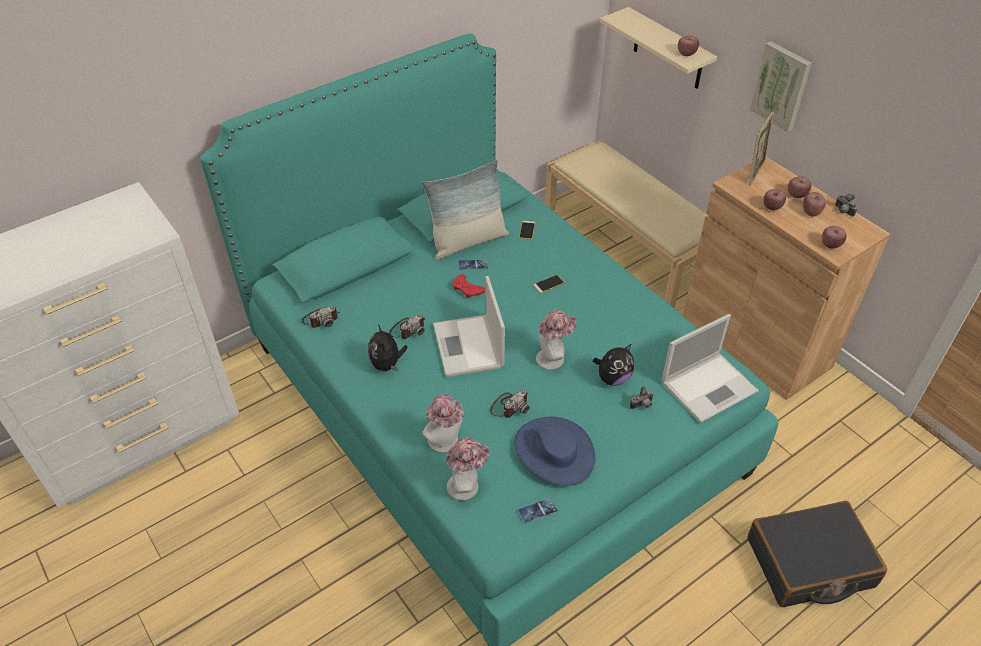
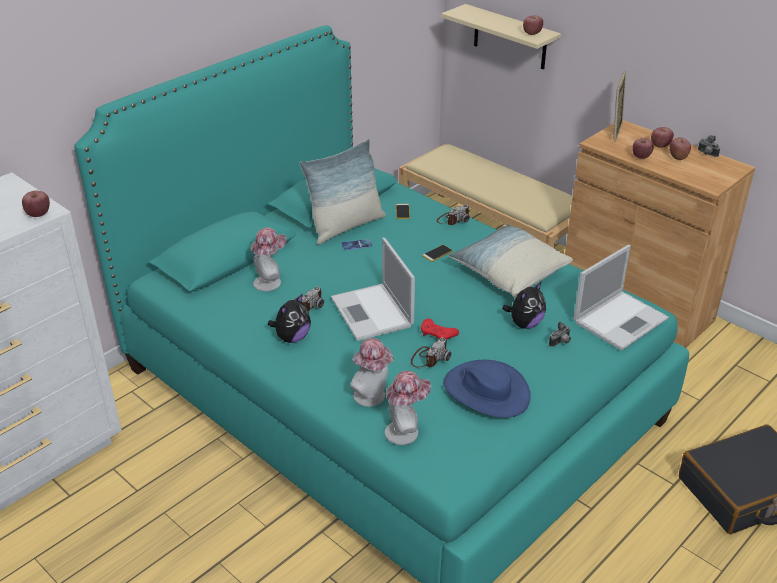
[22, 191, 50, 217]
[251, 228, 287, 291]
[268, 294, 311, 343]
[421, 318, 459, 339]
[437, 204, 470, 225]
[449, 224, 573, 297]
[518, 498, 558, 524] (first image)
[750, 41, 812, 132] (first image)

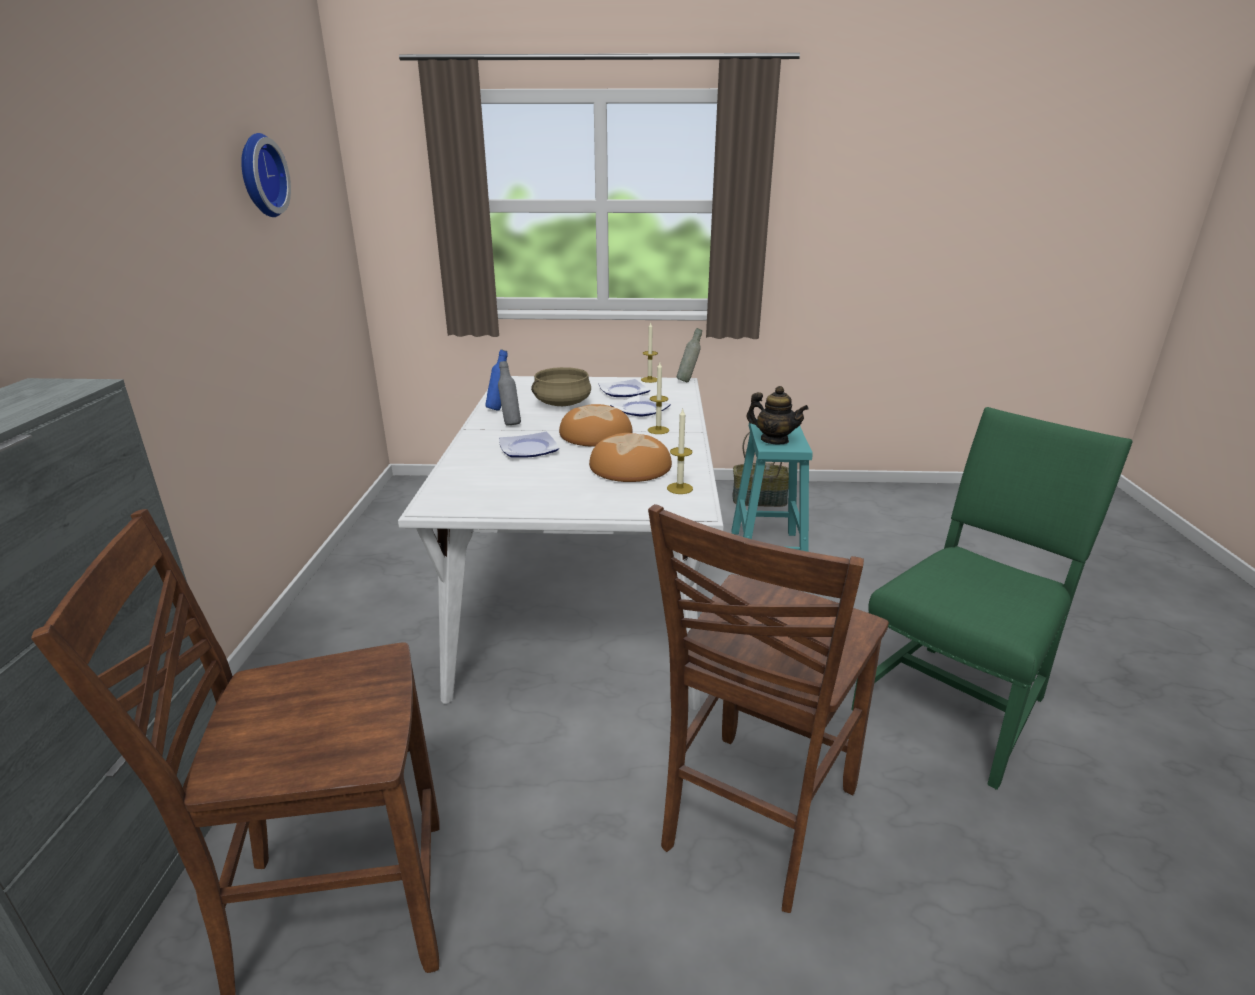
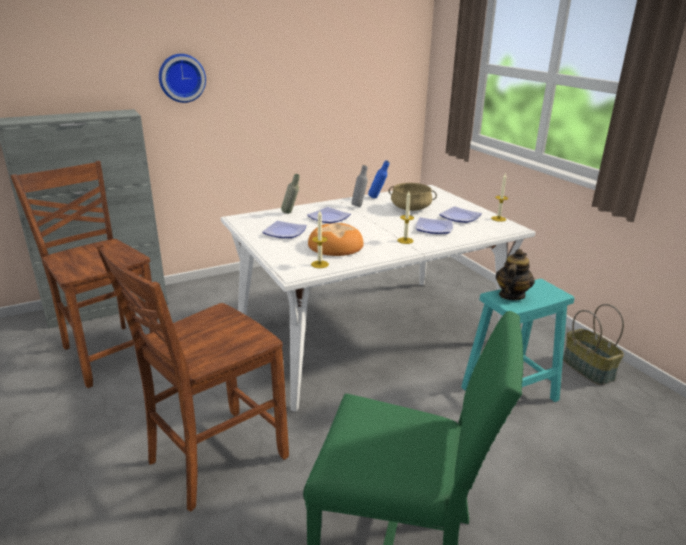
[96, 243, 289, 512]
[159, 54, 206, 103]
[262, 221, 307, 238]
[281, 174, 300, 214]
[496, 249, 535, 300]
[559, 404, 633, 447] (first image)

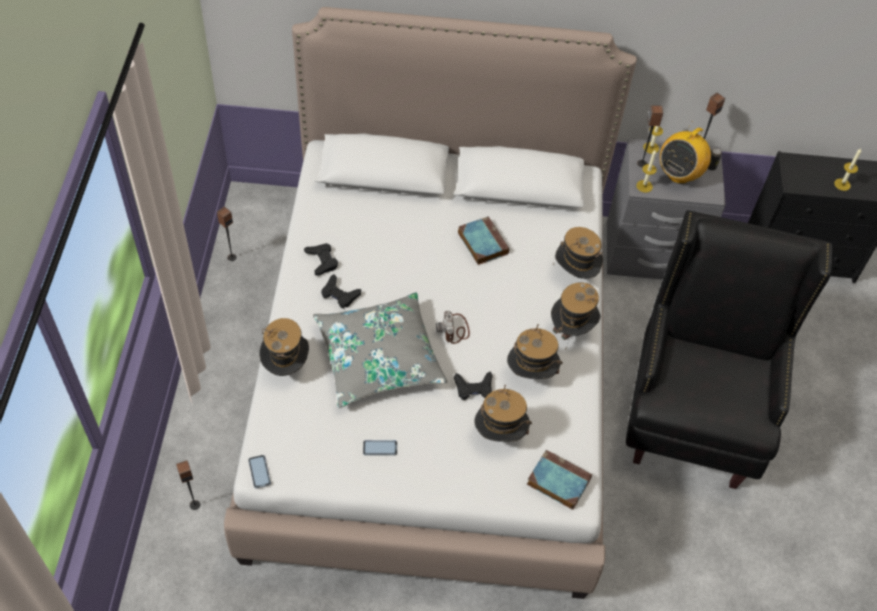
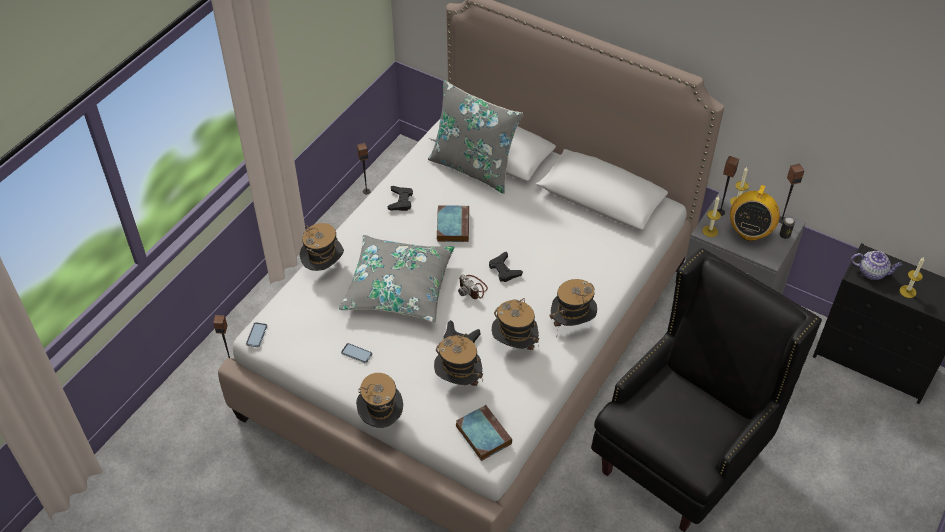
[356, 373, 403, 428]
[428, 80, 524, 194]
[437, 205, 469, 242]
[458, 275, 488, 299]
[489, 252, 523, 282]
[730, 184, 780, 241]
[851, 251, 902, 280]

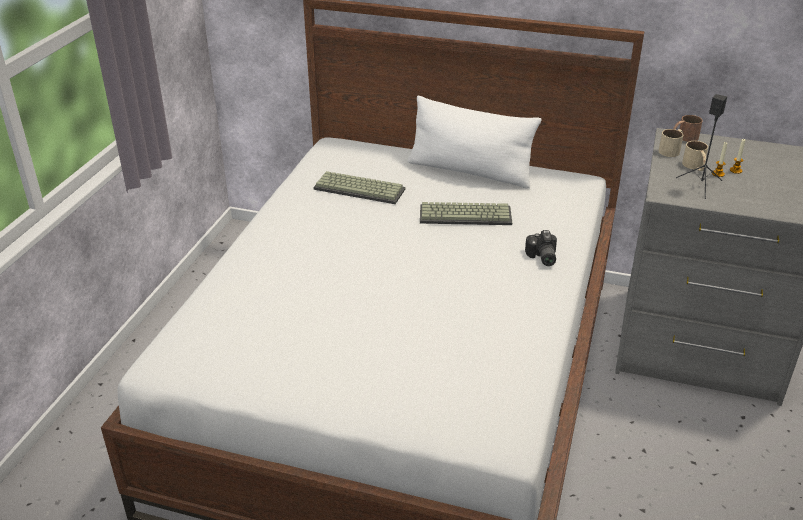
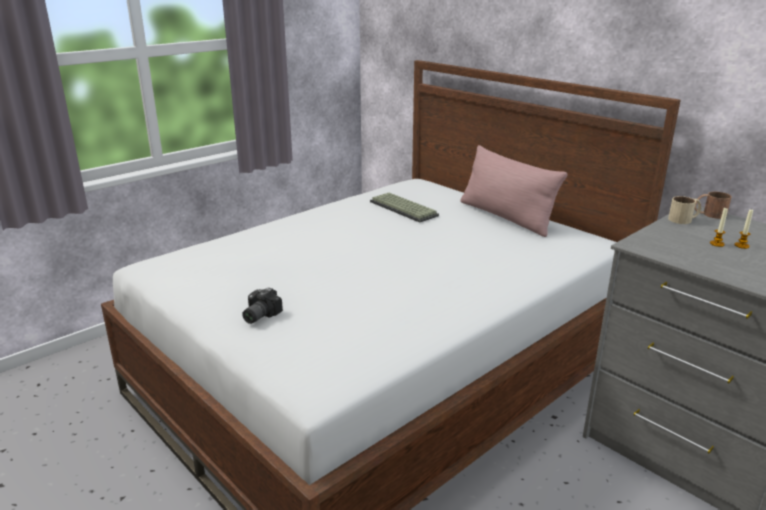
[242, 288, 283, 324]
[460, 145, 568, 237]
[420, 202, 512, 225] (first image)
[676, 94, 727, 199] (first image)
[682, 141, 708, 171] (first image)

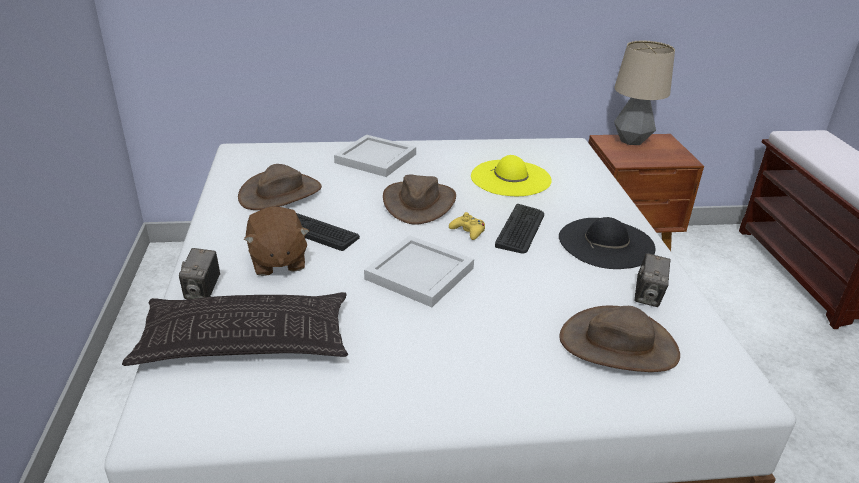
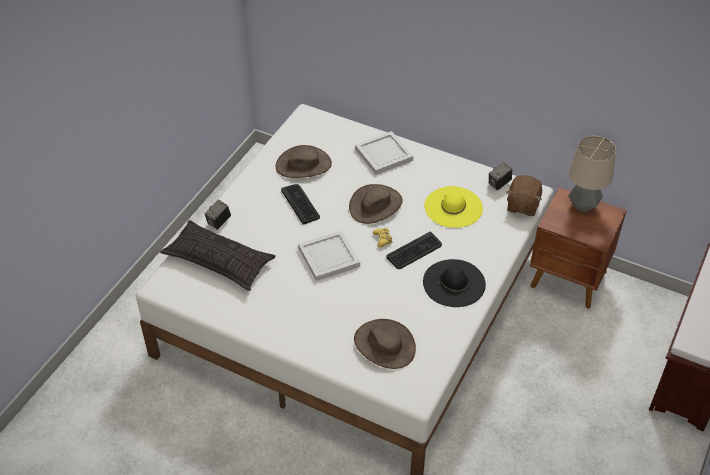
[489, 162, 512, 191]
[506, 175, 542, 216]

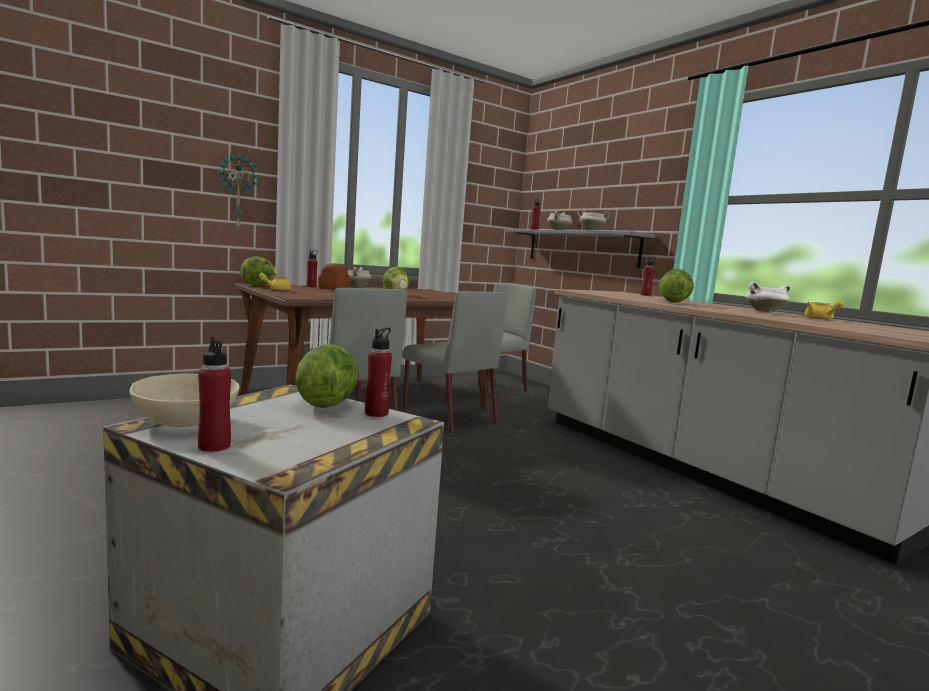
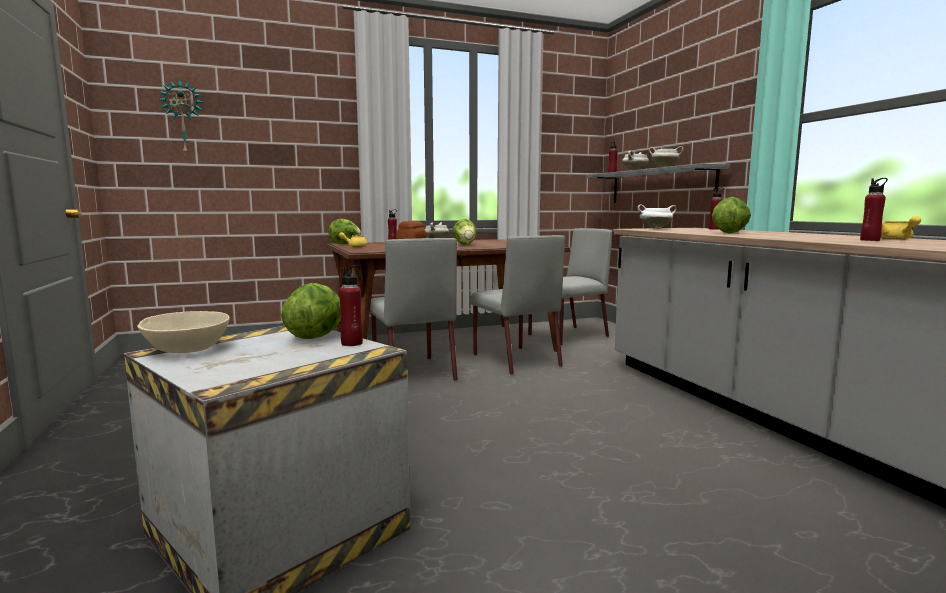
[158, 79, 203, 154]
[637, 204, 676, 229]
[860, 178, 888, 241]

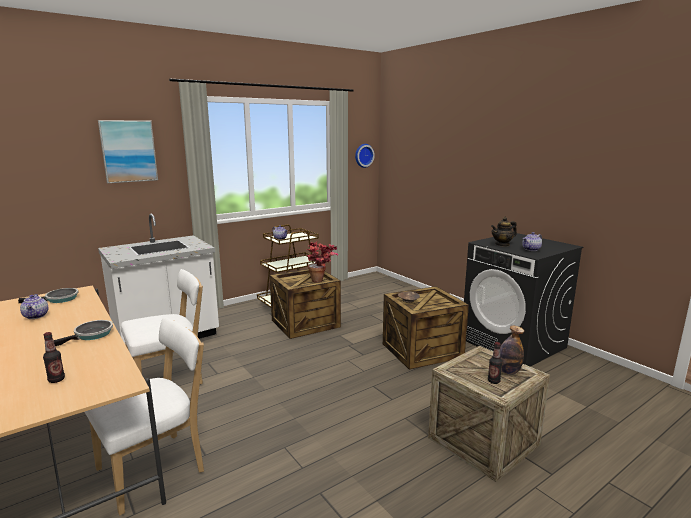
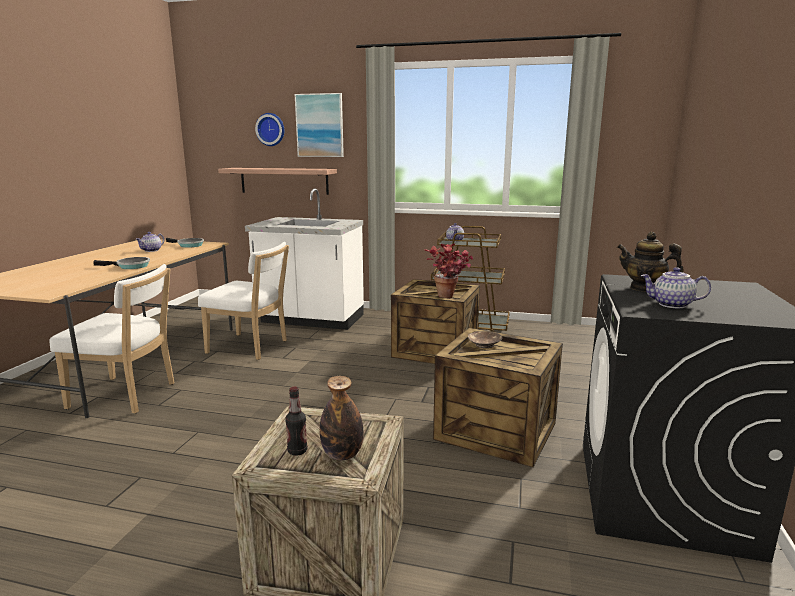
[218, 168, 337, 195]
[255, 113, 284, 146]
[43, 332, 65, 383] (first image)

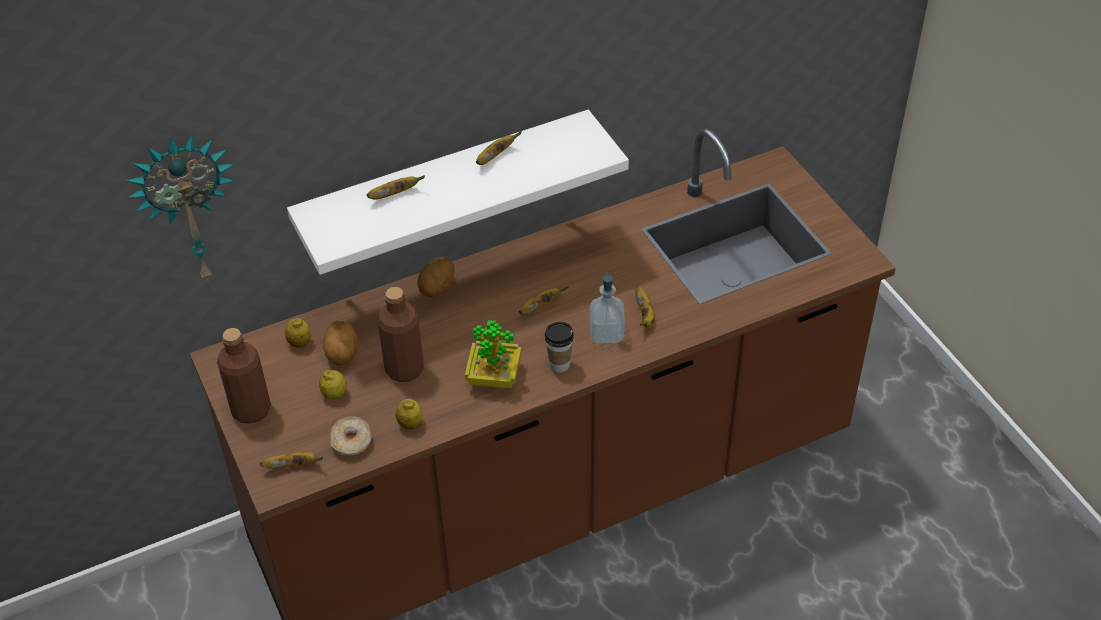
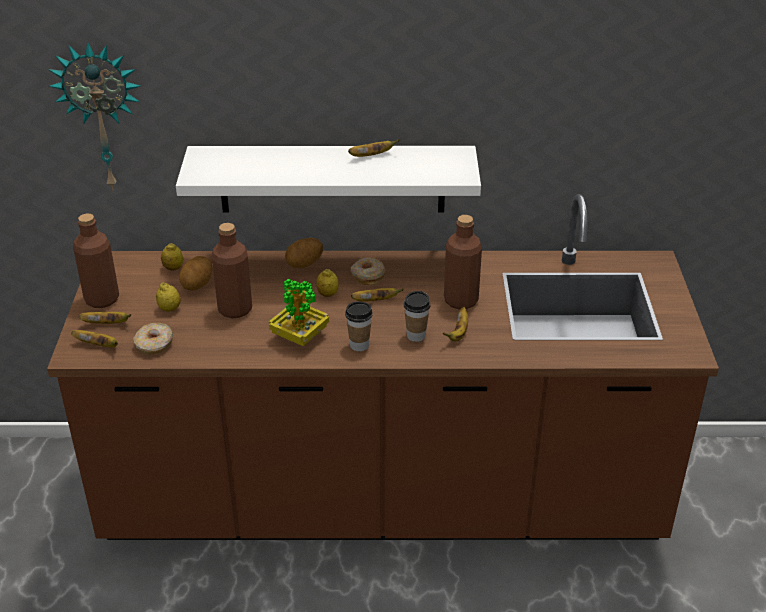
[79, 312, 131, 324]
[316, 269, 339, 297]
[351, 258, 386, 285]
[404, 291, 430, 342]
[444, 215, 482, 310]

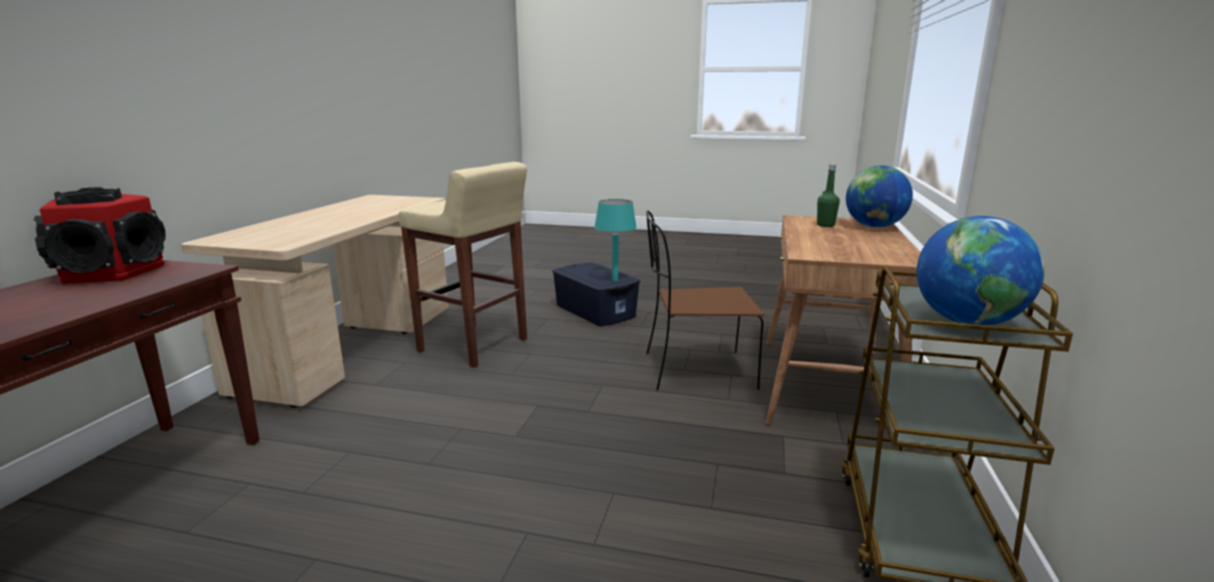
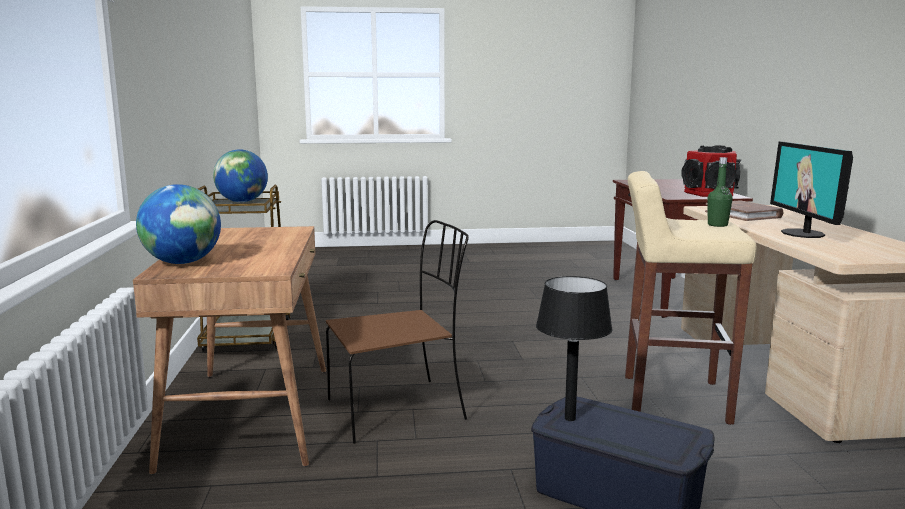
[536, 276, 613, 421]
[705, 200, 783, 221]
[708, 157, 733, 227]
[770, 142, 853, 238]

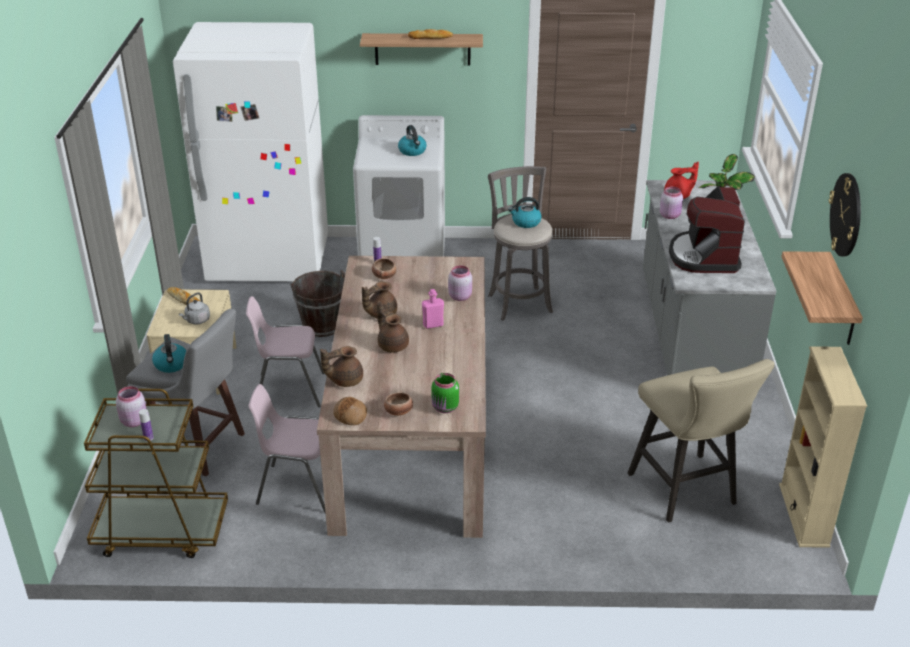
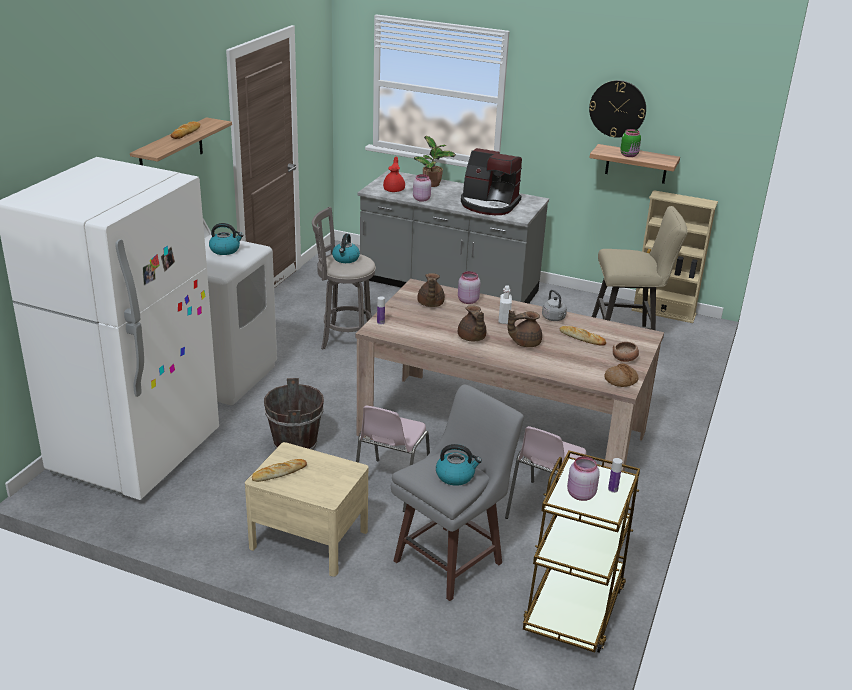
[417, 273, 445, 307]
[499, 285, 512, 324]
[542, 290, 567, 321]
[560, 326, 606, 346]
[620, 129, 641, 157]
[372, 258, 396, 279] (first image)

